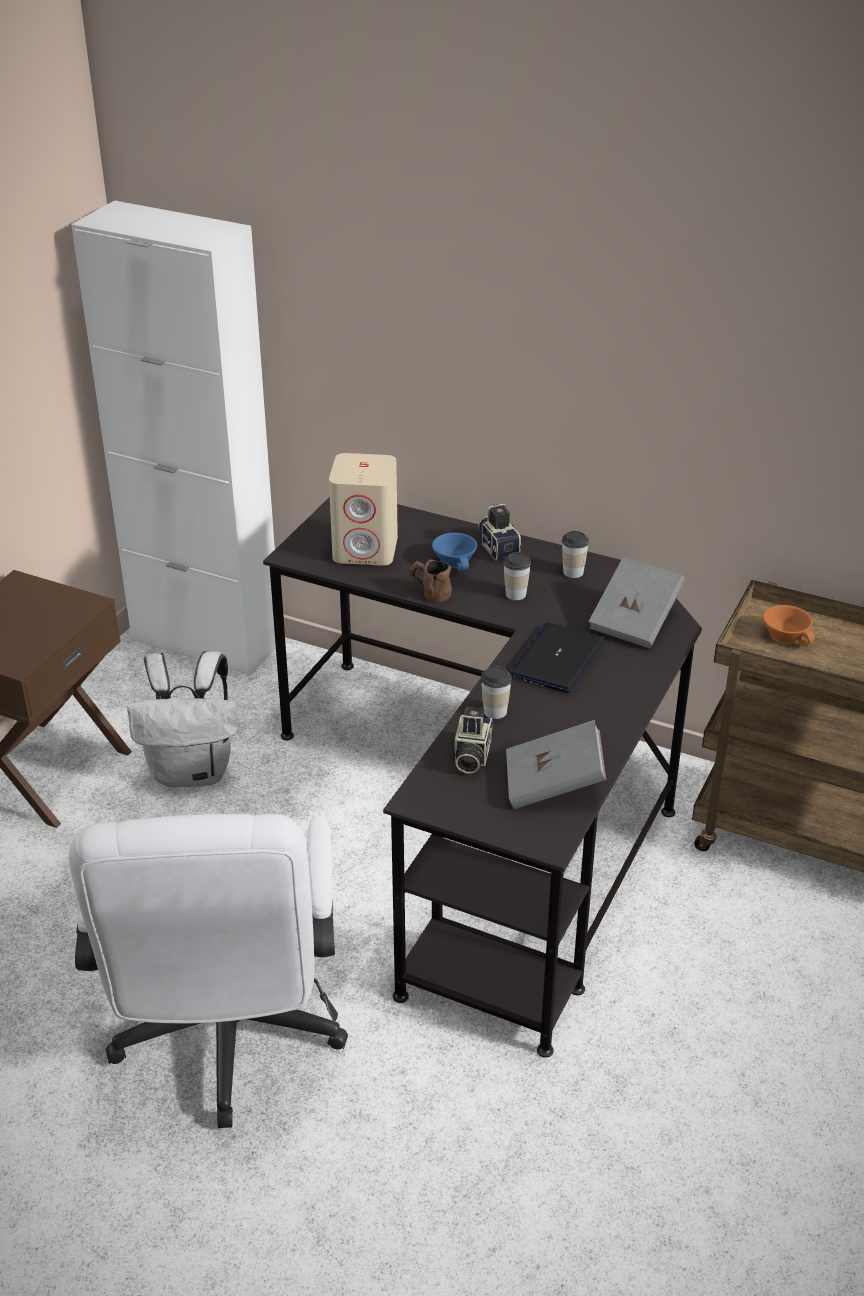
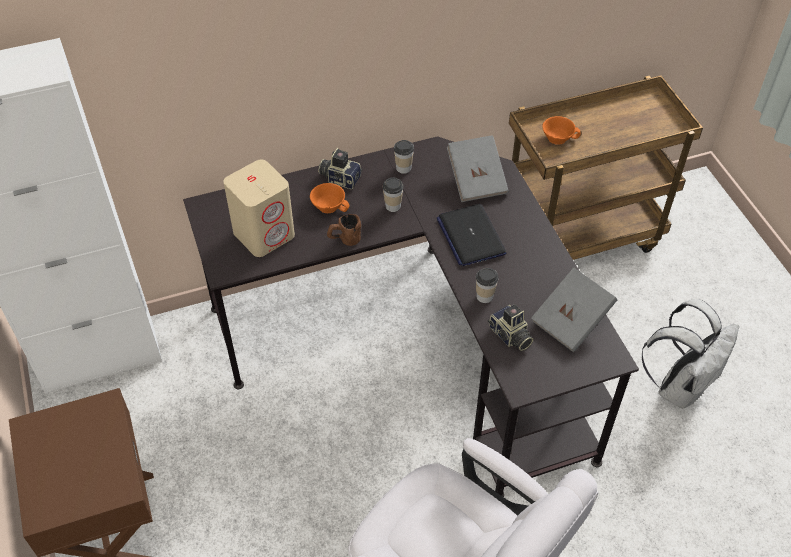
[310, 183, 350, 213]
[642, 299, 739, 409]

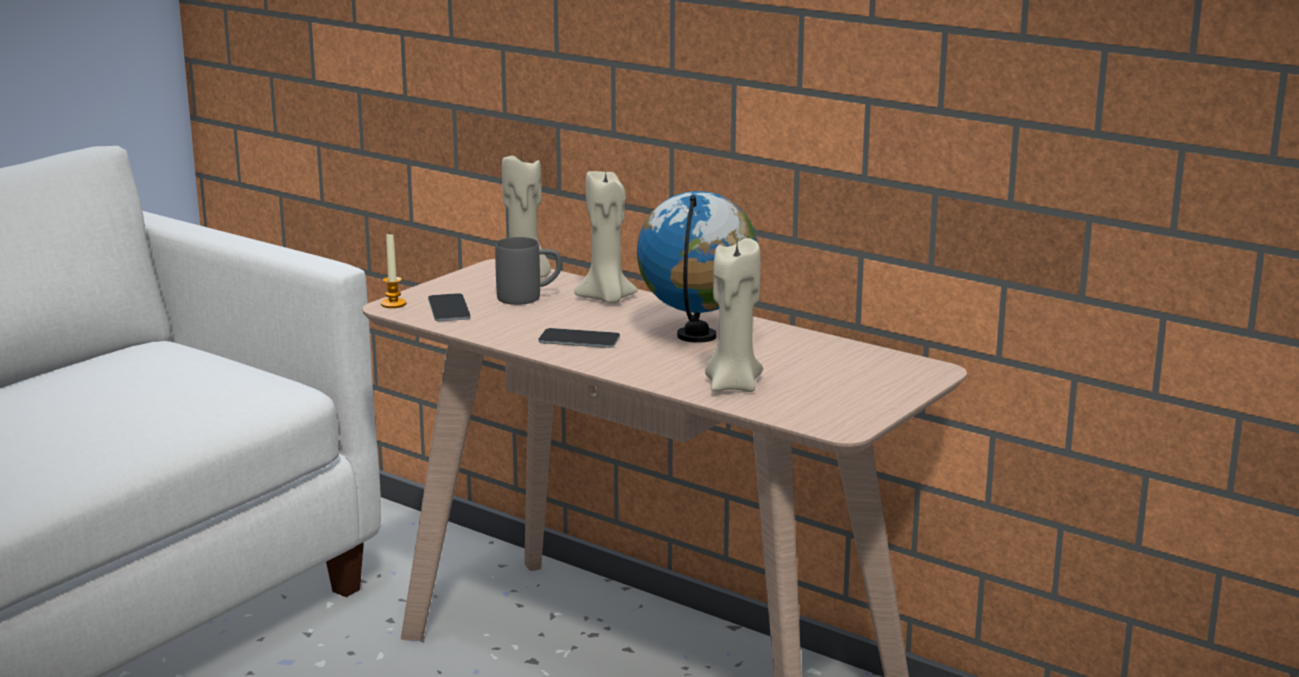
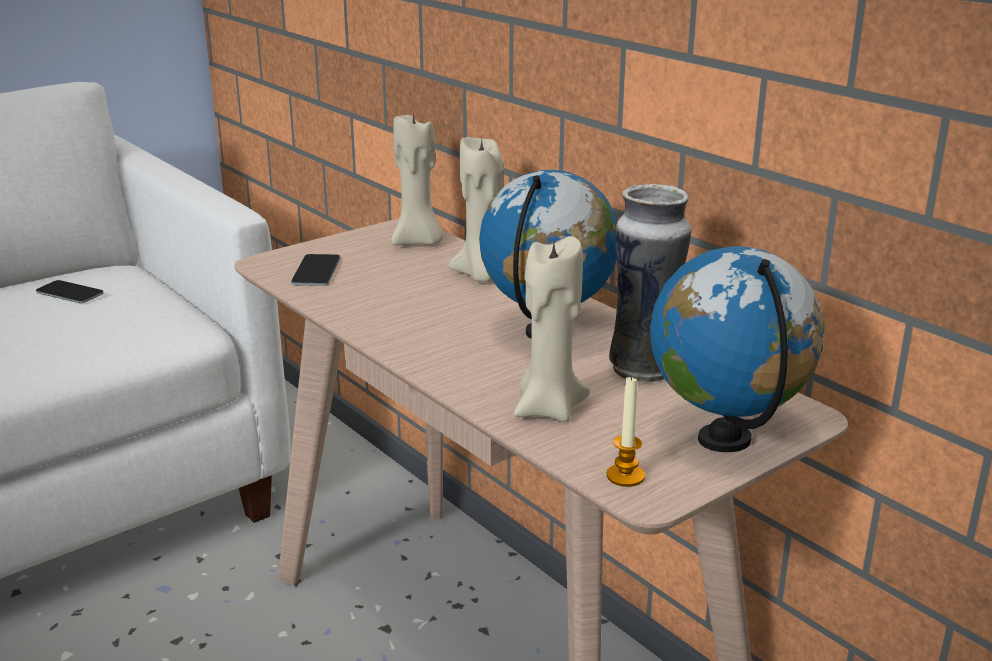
[36, 280, 103, 303]
[607, 375, 645, 487]
[609, 184, 691, 383]
[650, 246, 824, 452]
[495, 237, 562, 305] (first image)

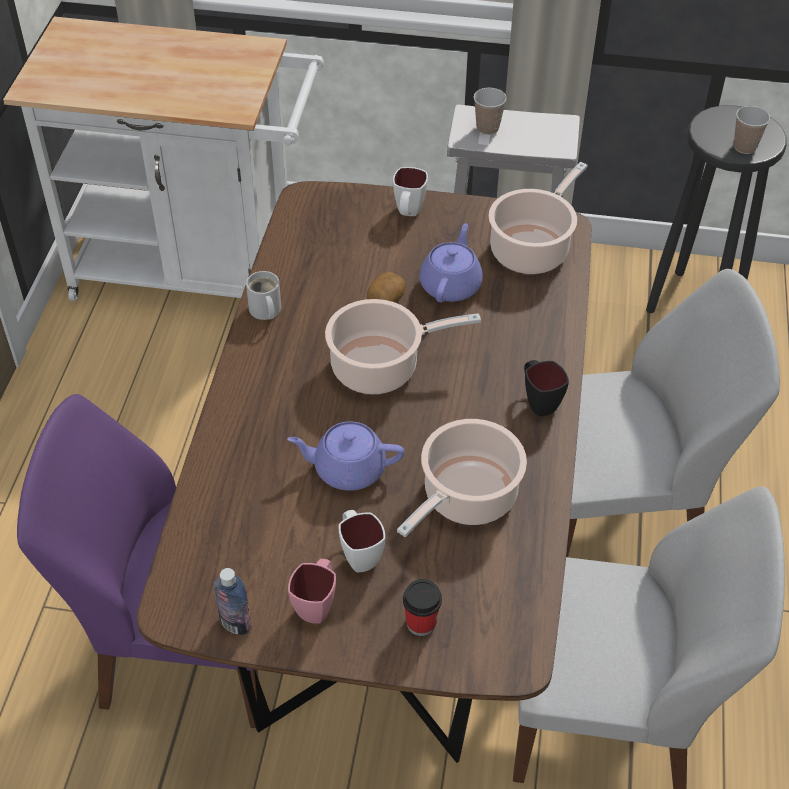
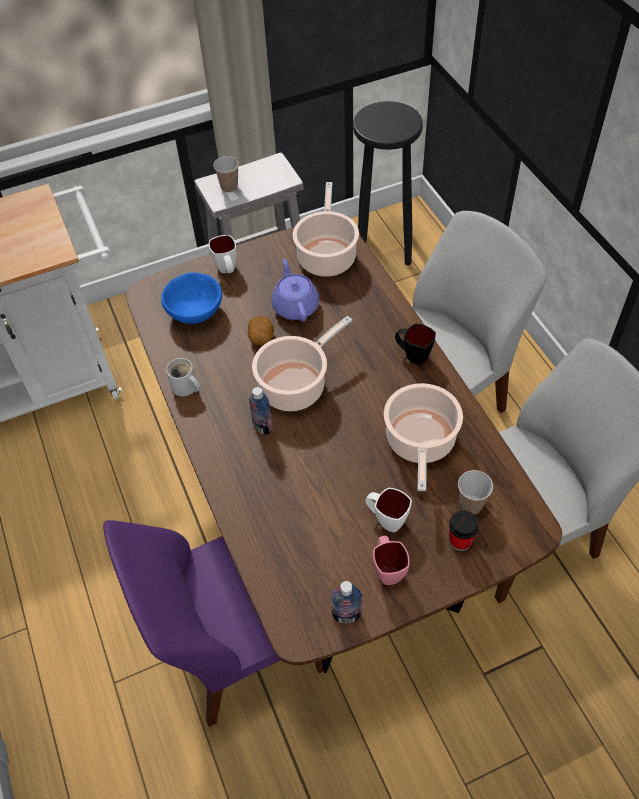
[161, 272, 222, 324]
[249, 387, 273, 435]
[458, 470, 493, 514]
[287, 421, 404, 491] (first image)

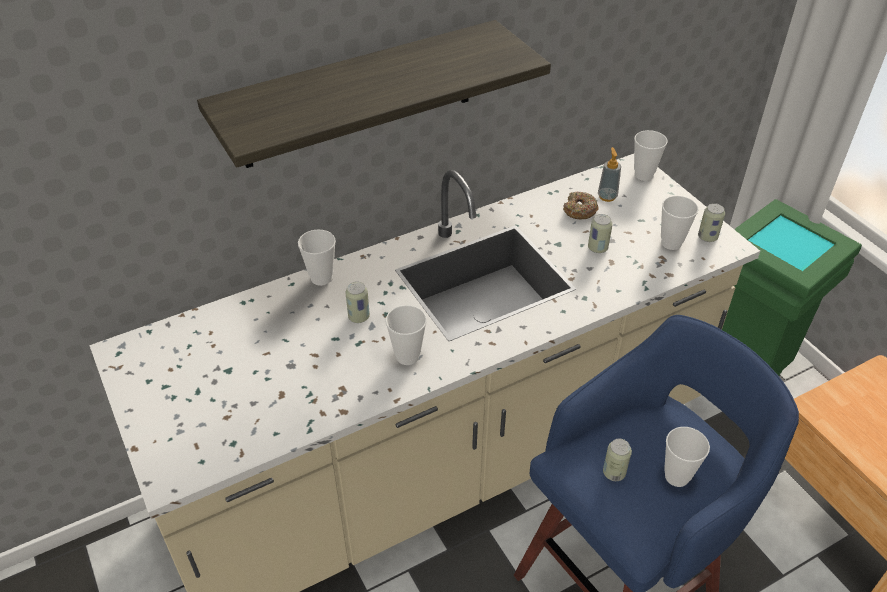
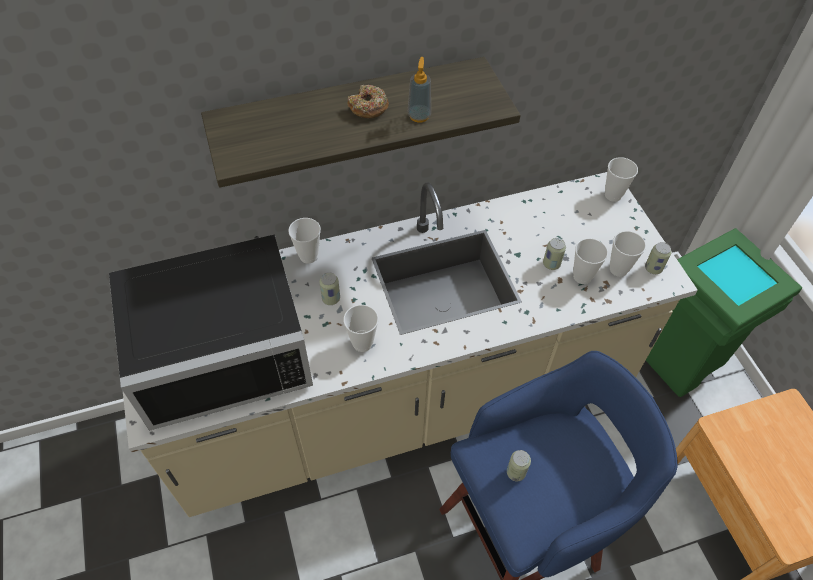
[109, 235, 313, 431]
[347, 85, 389, 118]
[408, 57, 431, 123]
[573, 238, 608, 284]

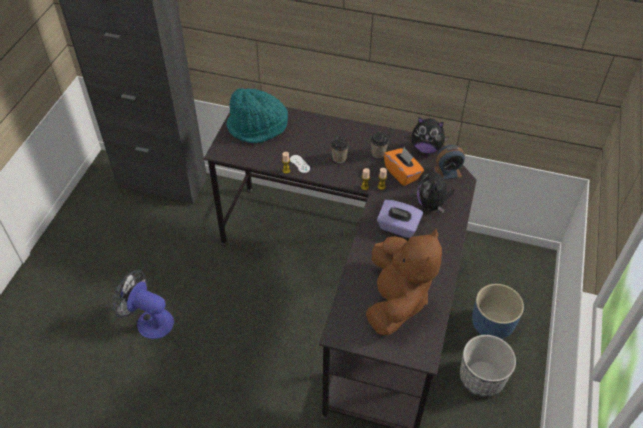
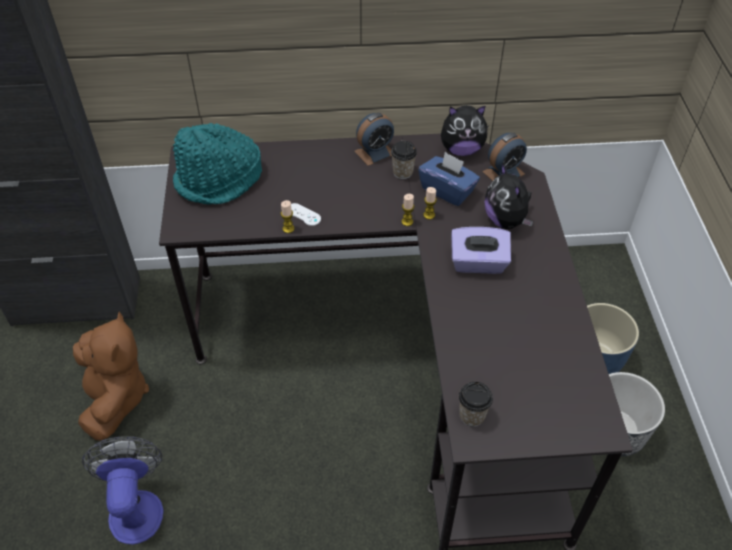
[73, 311, 149, 440]
[82, 436, 164, 544]
[354, 113, 394, 166]
[418, 152, 480, 206]
[459, 382, 493, 427]

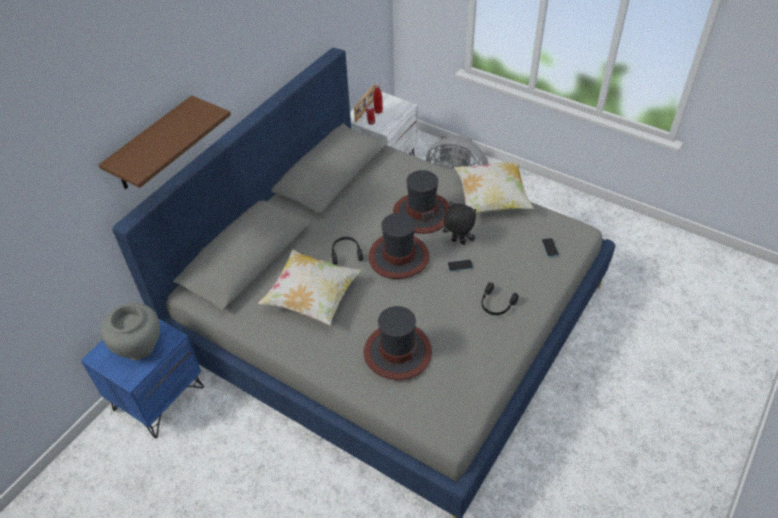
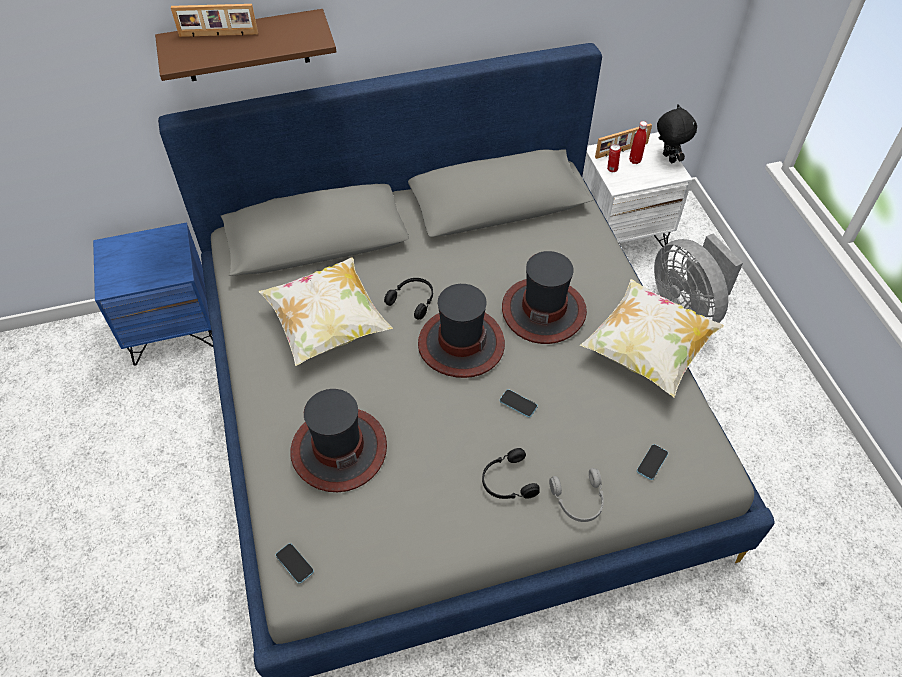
[171, 4, 258, 37]
[276, 543, 314, 584]
[549, 468, 604, 522]
[657, 104, 697, 163]
[101, 303, 160, 361] (first image)

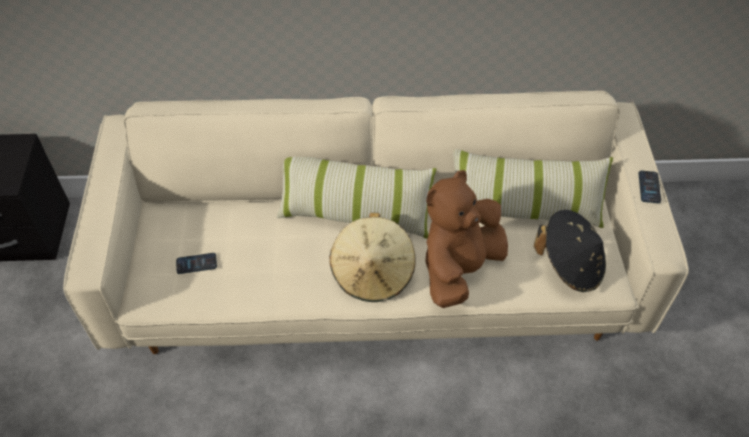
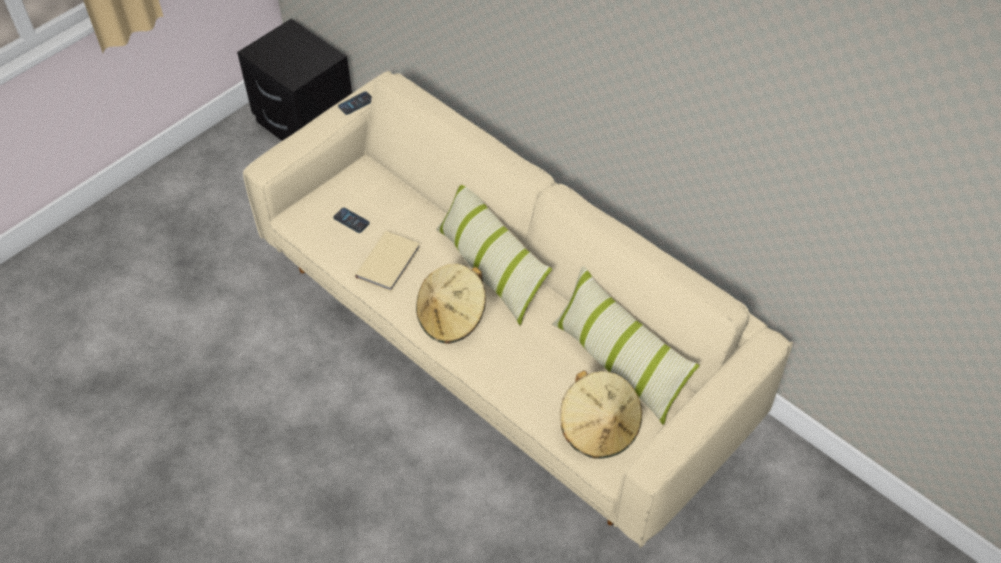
[338, 91, 372, 115]
[355, 231, 420, 292]
[560, 370, 642, 459]
[425, 170, 508, 308] (first image)

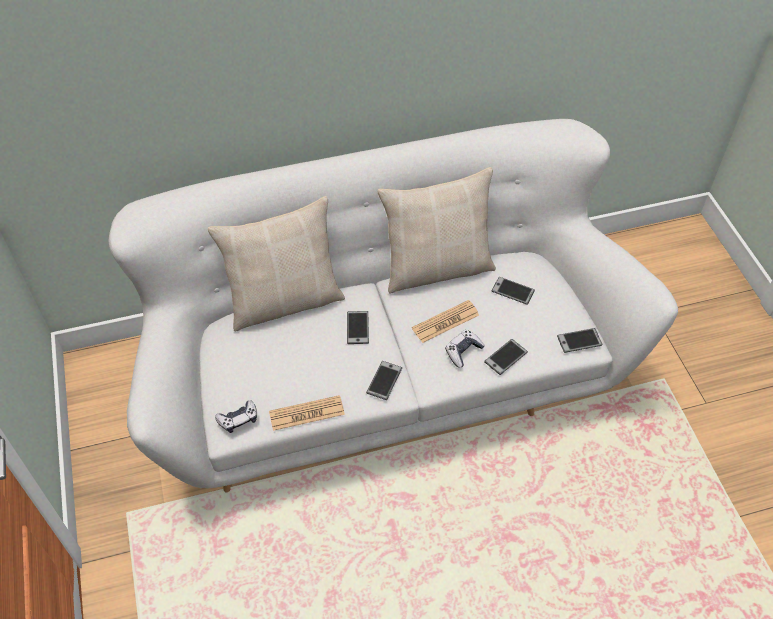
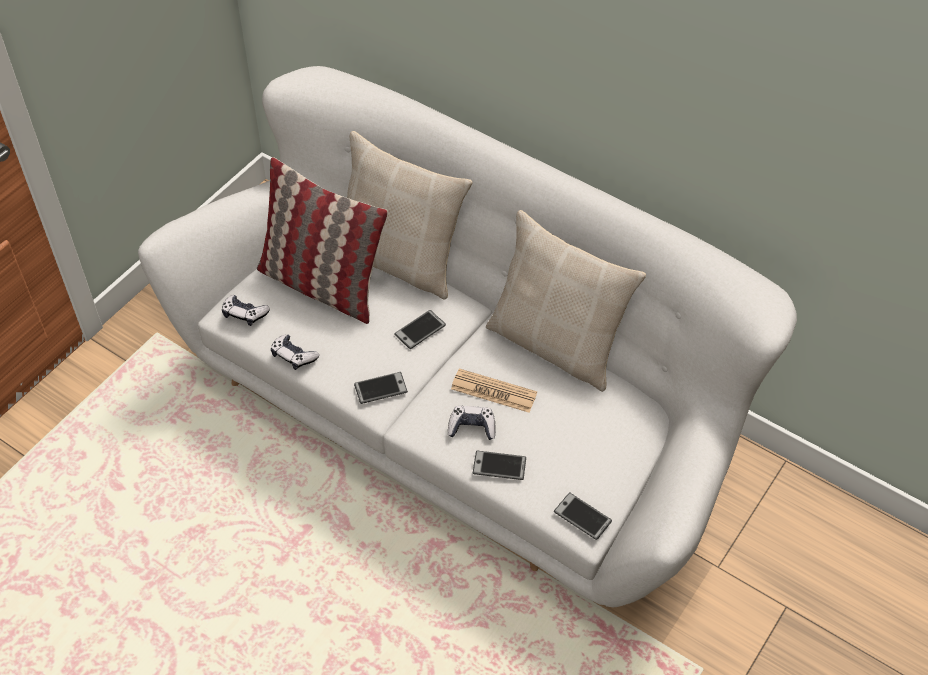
[257, 157, 388, 324]
[271, 334, 319, 370]
[491, 277, 535, 305] (first image)

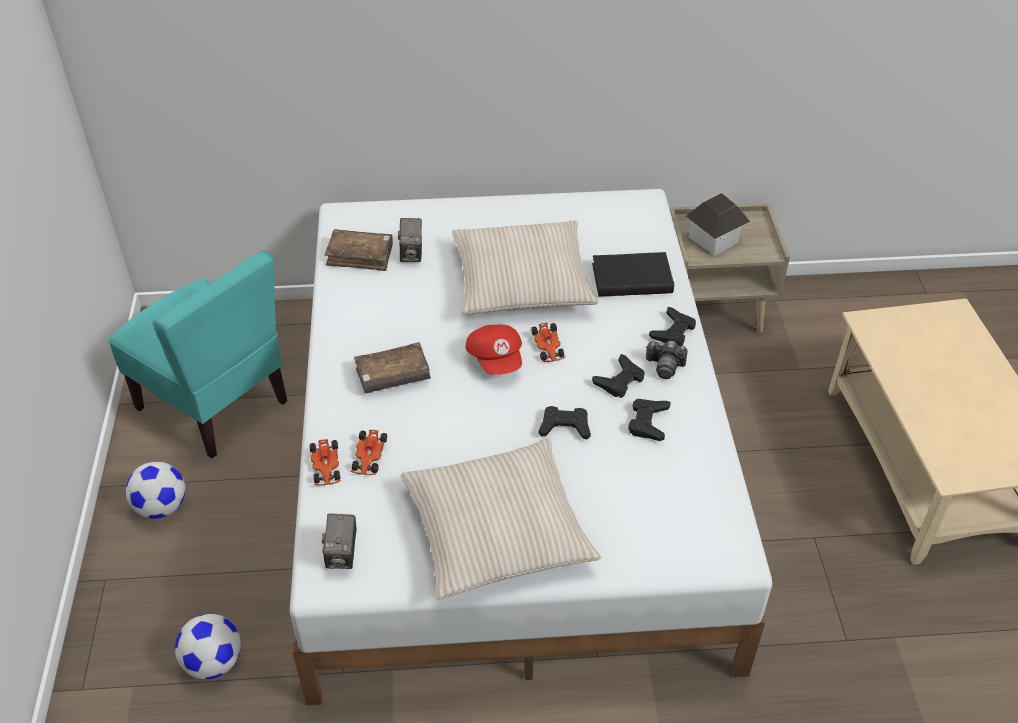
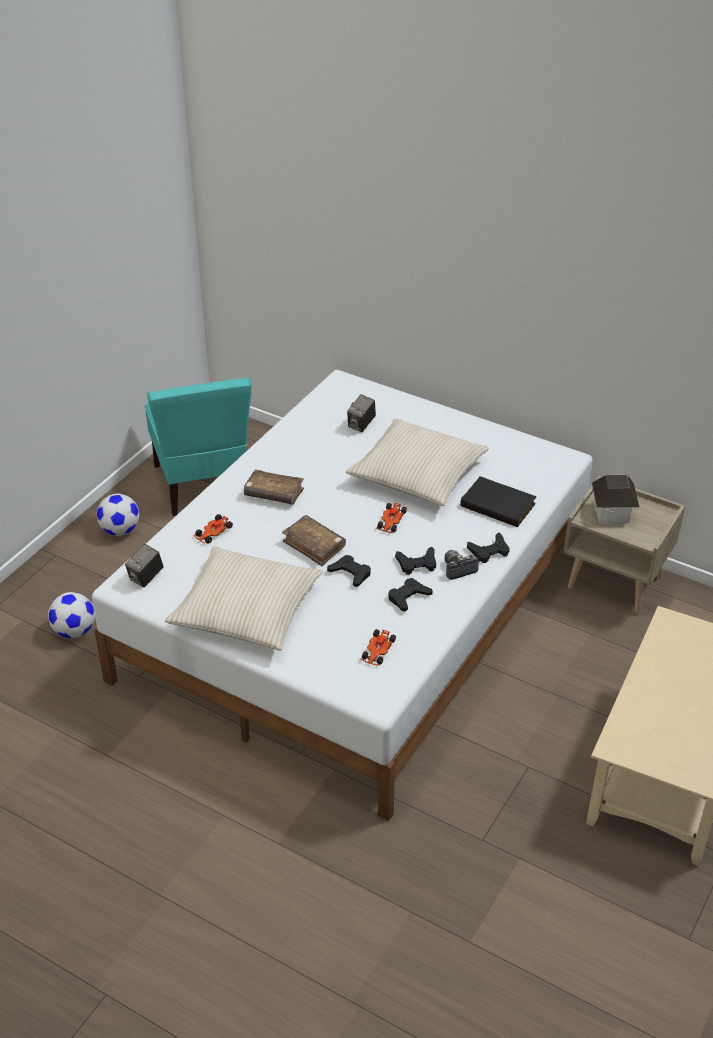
[282, 515, 346, 566]
[360, 629, 396, 666]
[445, 550, 479, 580]
[466, 325, 522, 375] (first image)

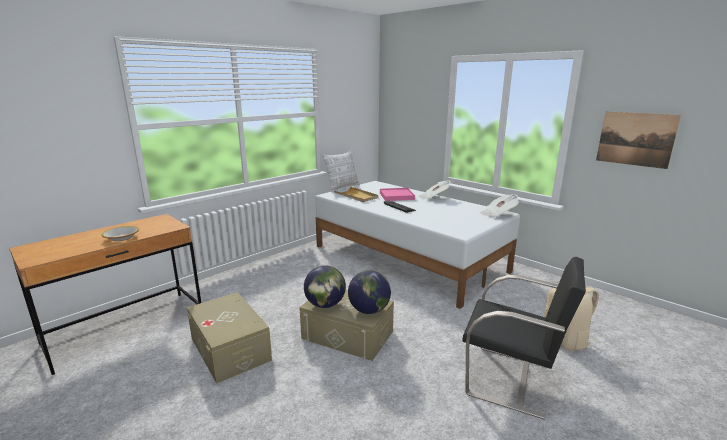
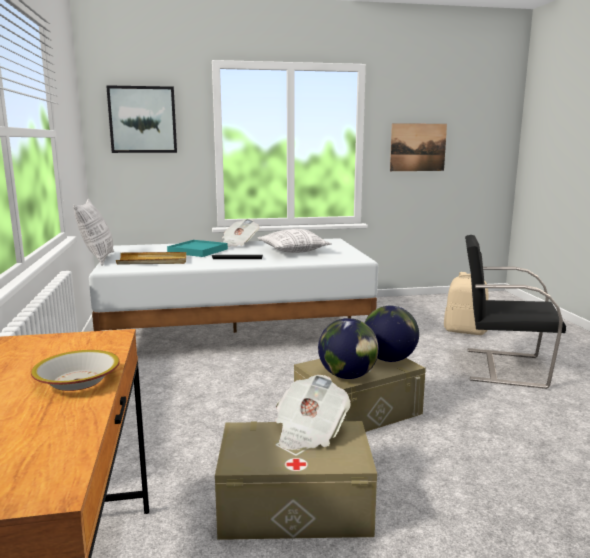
[106, 85, 177, 153]
[167, 240, 228, 257]
[258, 229, 332, 253]
[275, 375, 351, 450]
[465, 235, 566, 389]

